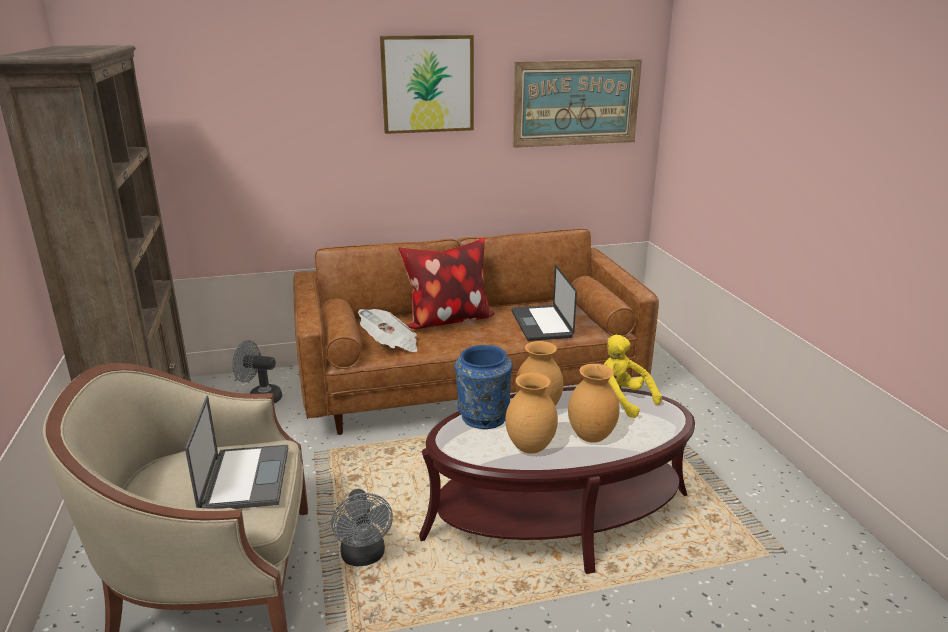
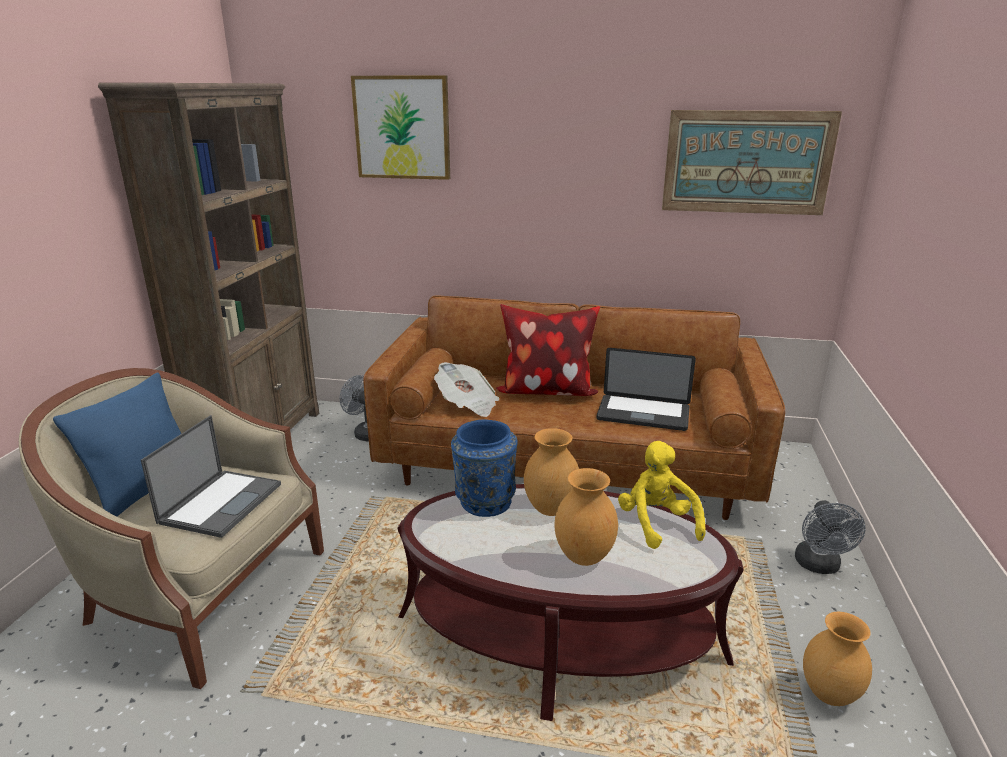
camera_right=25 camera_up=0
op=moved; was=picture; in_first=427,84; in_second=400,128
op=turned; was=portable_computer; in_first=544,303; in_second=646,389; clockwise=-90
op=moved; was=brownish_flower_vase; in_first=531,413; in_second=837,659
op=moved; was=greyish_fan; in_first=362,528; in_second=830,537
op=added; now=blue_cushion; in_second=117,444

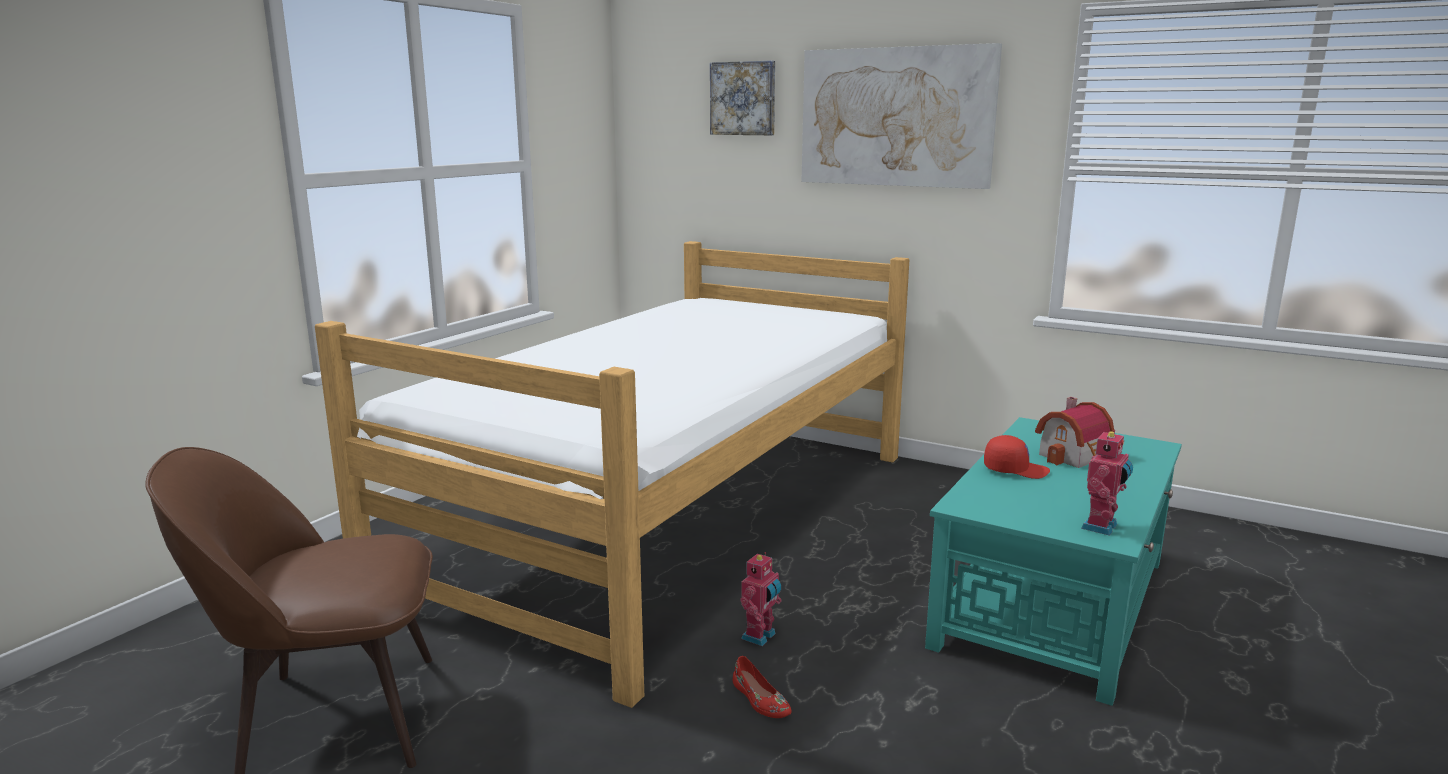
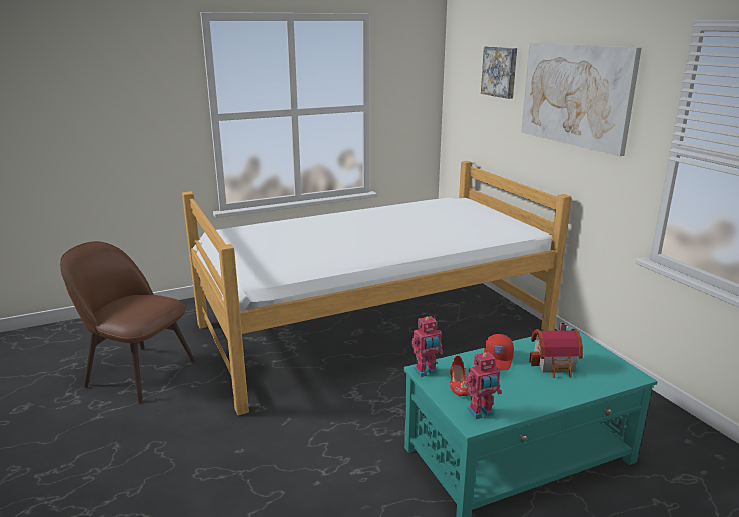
camera_right=35 camera_up=5
op=turned; was=red_peaked_cap; in_first=1017,457; in_second=499,352; clockwise=60
op=moved; was=model_robot; in_first=761,599; in_second=427,346
op=moved; was=red_item_of_footwear; in_first=762,687; in_second=459,376

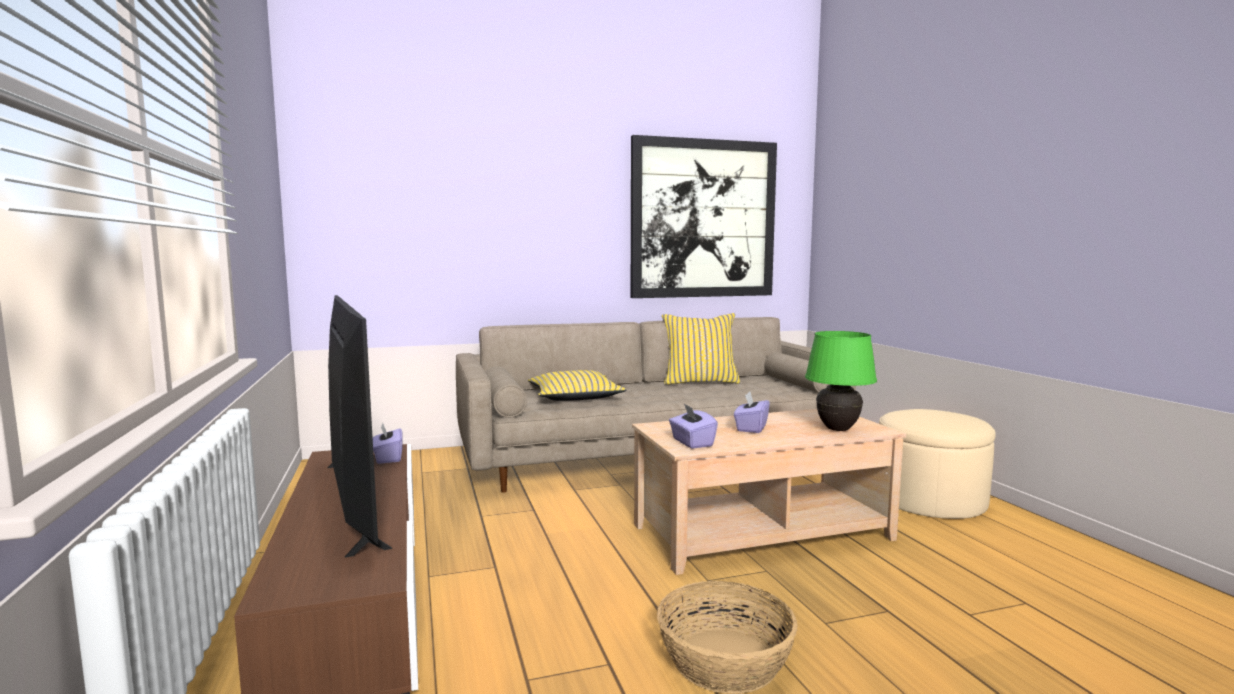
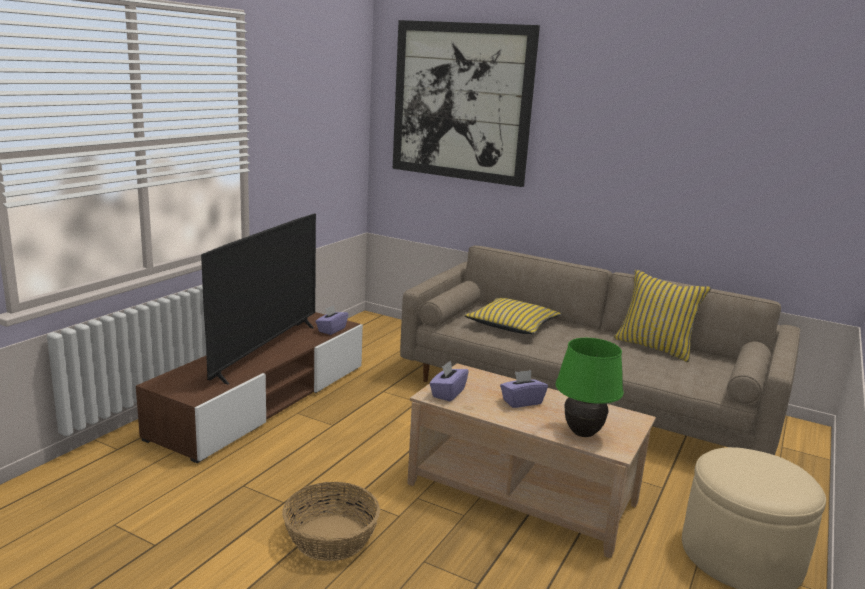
camera_right=45 camera_up=10
op=moved; was=picture; in_first=704,216; in_second=466,103

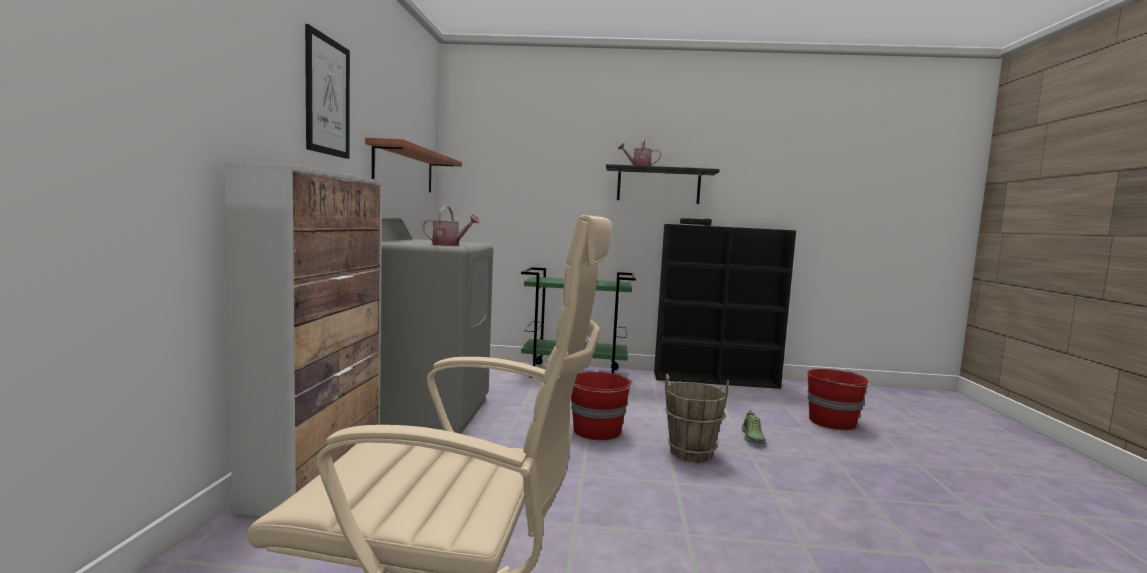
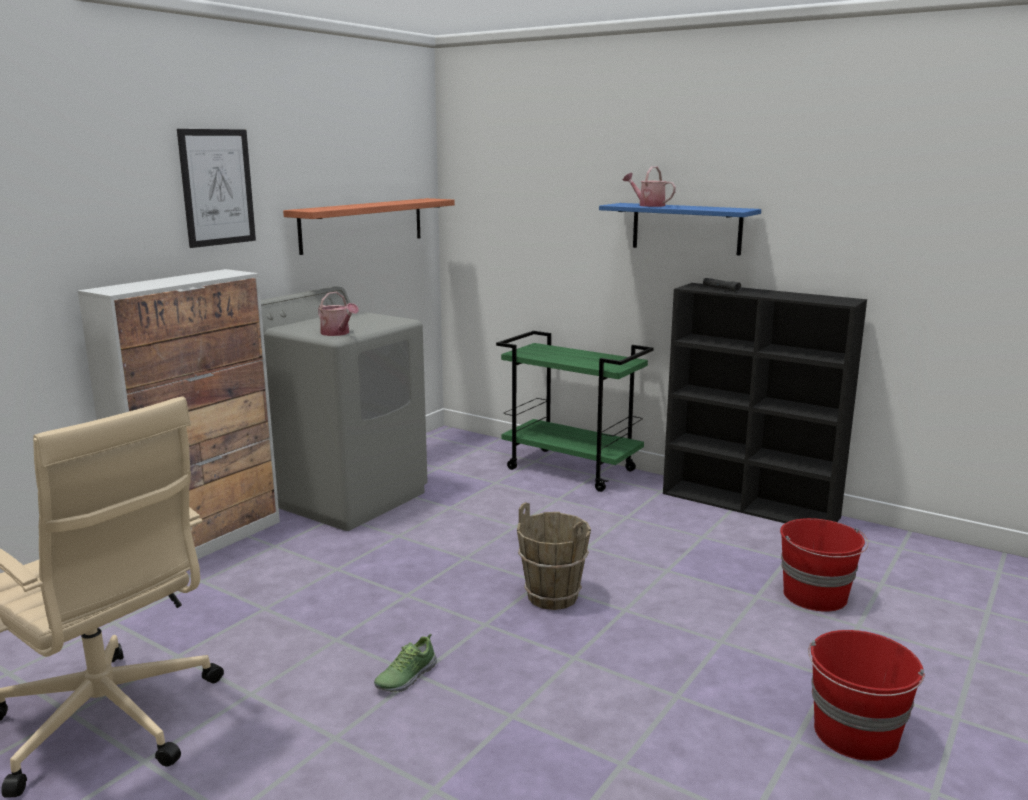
camera_right=30 camera_up=10
op=recoloured; was=black_bracket_shelf; now=blue_bracket_shelf; in_first=663,184; in_second=680,229
op=moved; was=red_bucket; in_first=602,406; in_second=866,695
op=moved; was=item_of_footwear; in_first=753,427; in_second=405,663

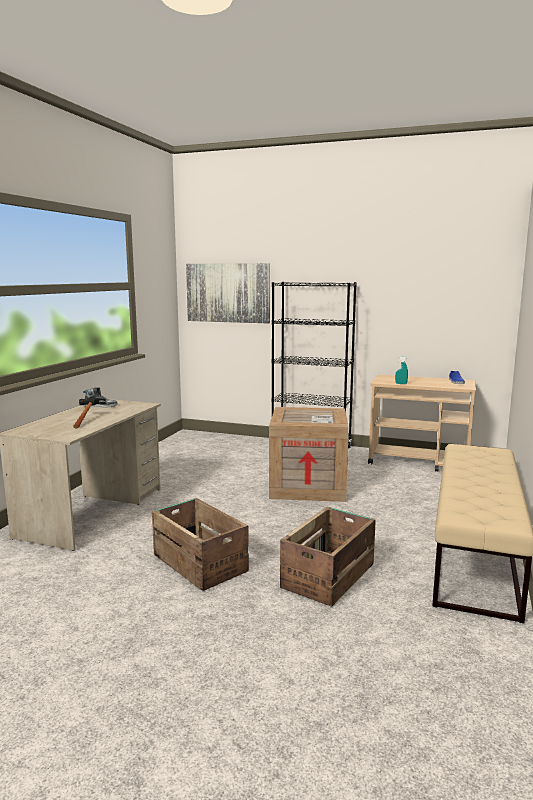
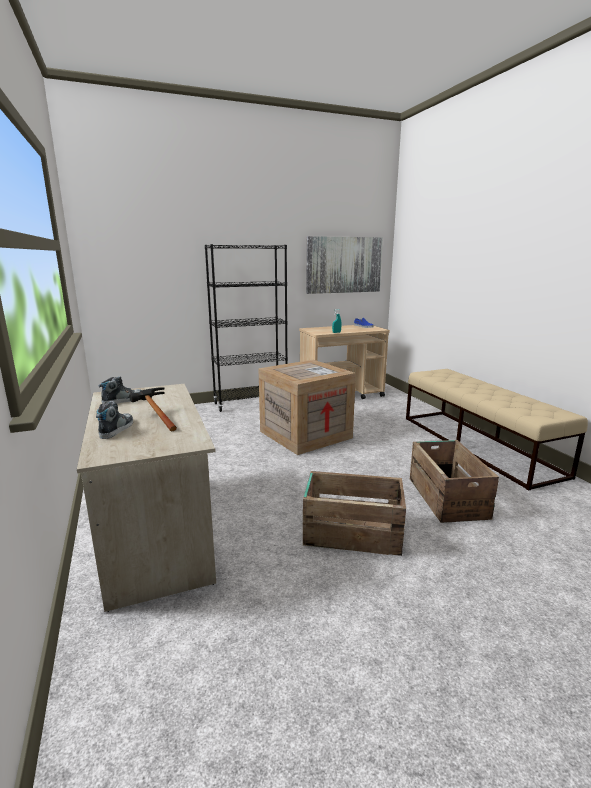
camera_right=-40 camera_up=5
op=moved; was=picture; in_first=228,293; in_second=344,265
op=added; now=item_of_footwear; in_second=114,420

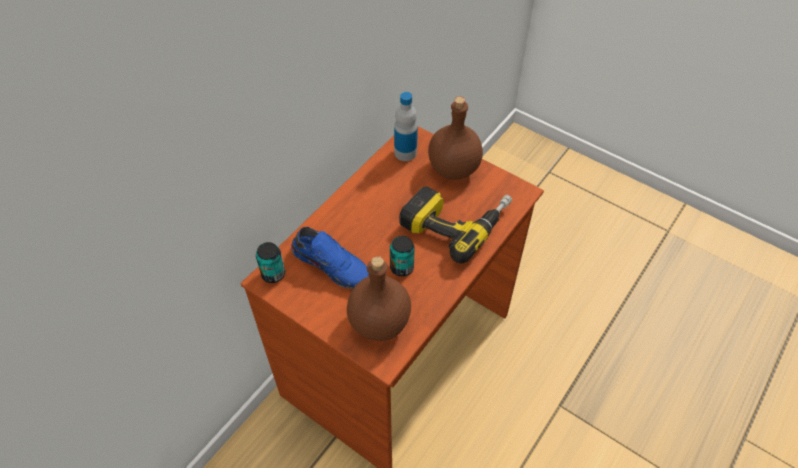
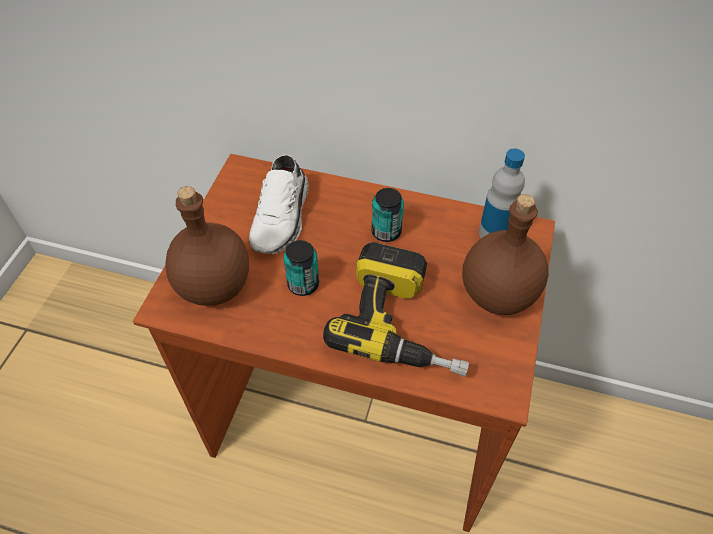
camera_right=70 camera_up=0
op=recoloured; was=blue_item_of_footwear; now=white_item_of_footwear; in_first=330,258; in_second=279,204
op=moved; was=metal_can; in_first=270,262; in_second=388,215

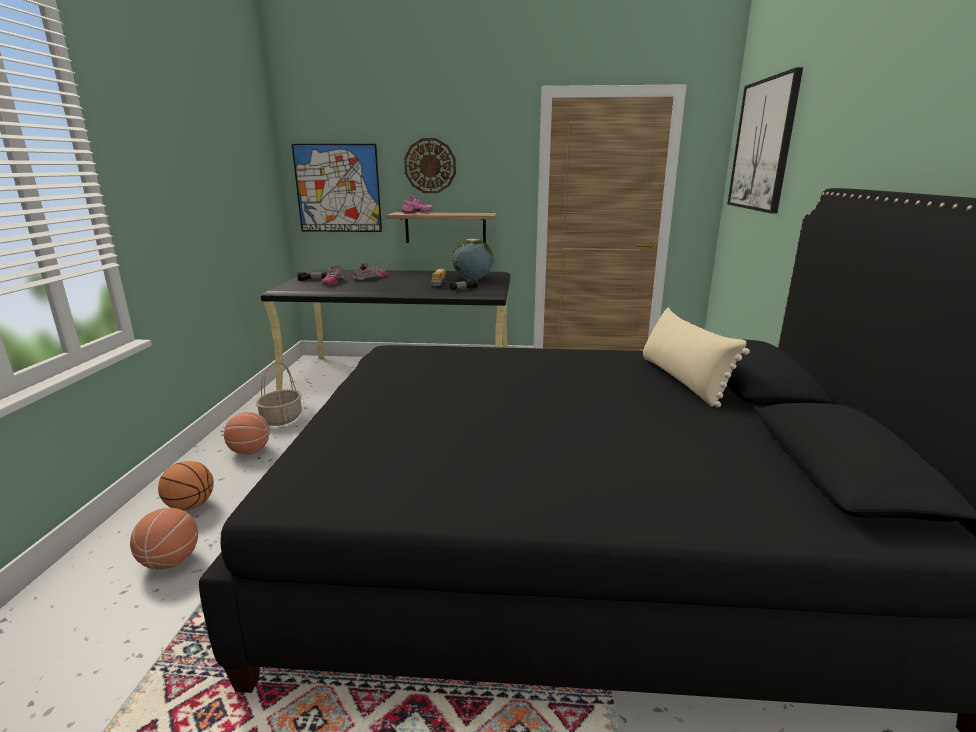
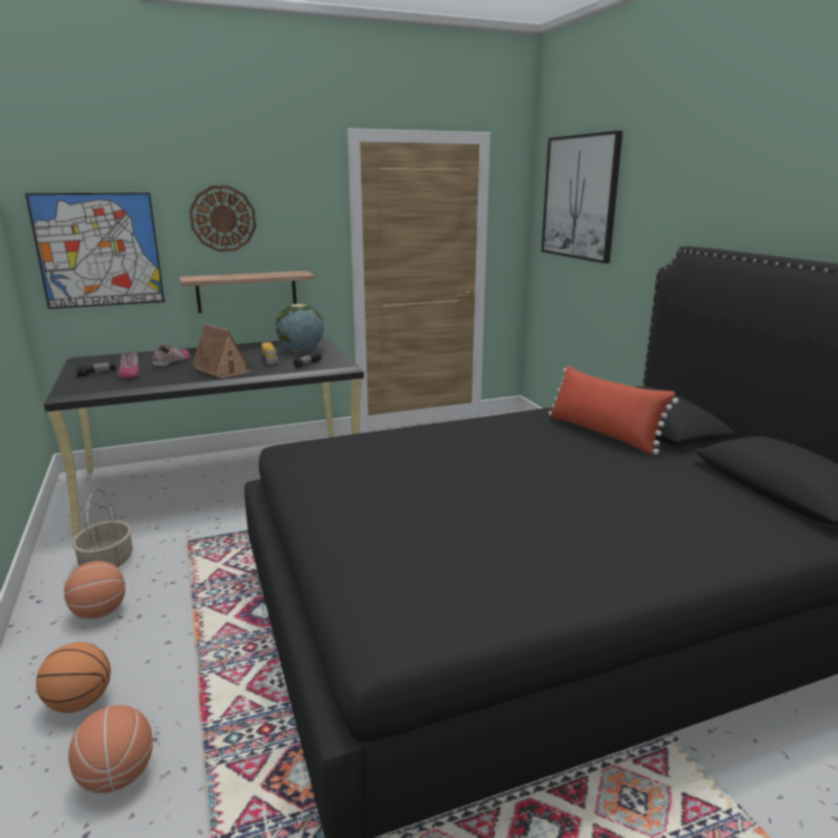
camera_right=-25 camera_up=0
op=removed; was=pinkish_item_of_footwear; in_first=417,205
op=recoloured; was=beige-coloured_cushion; now=red_cushion; in_first=696,357; in_second=613,410
op=added; now=model_house; in_second=221,351

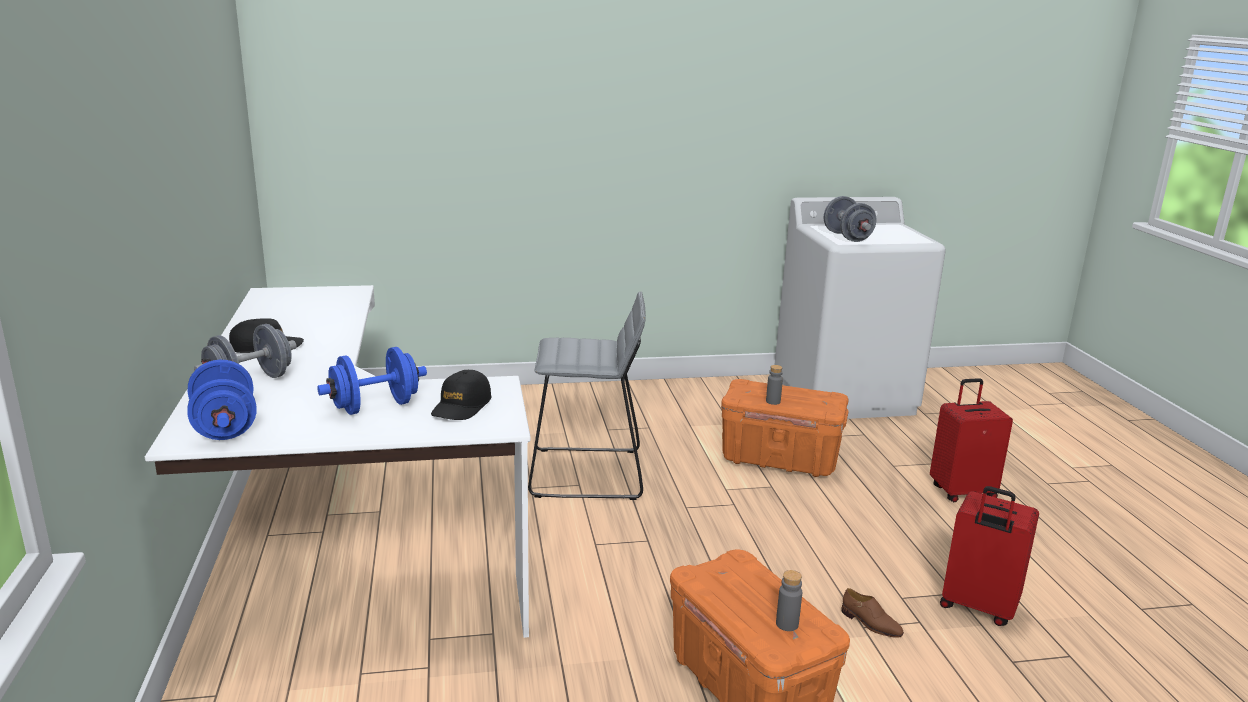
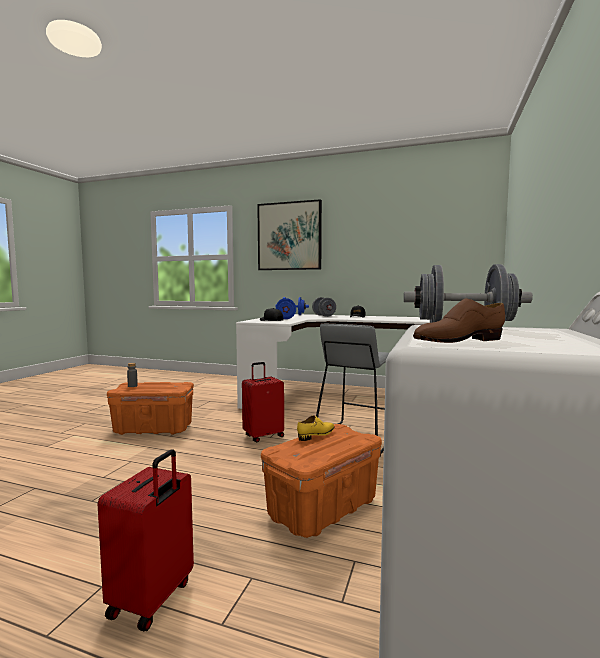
camera_right=120 camera_up=-15
op=replaced; was=greyish_bottle; now=yellowish_item_of_footwear; in_first=774,385; in_second=316,428
op=moved; was=red_travel_case; in_first=989,556; in_second=263,402
op=moved; was=brownish_item_of_footwear; in_first=872,613; in_second=459,321
op=added; now=picture; in_second=289,234

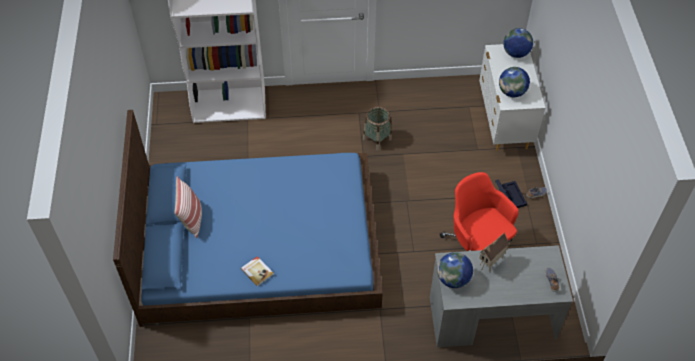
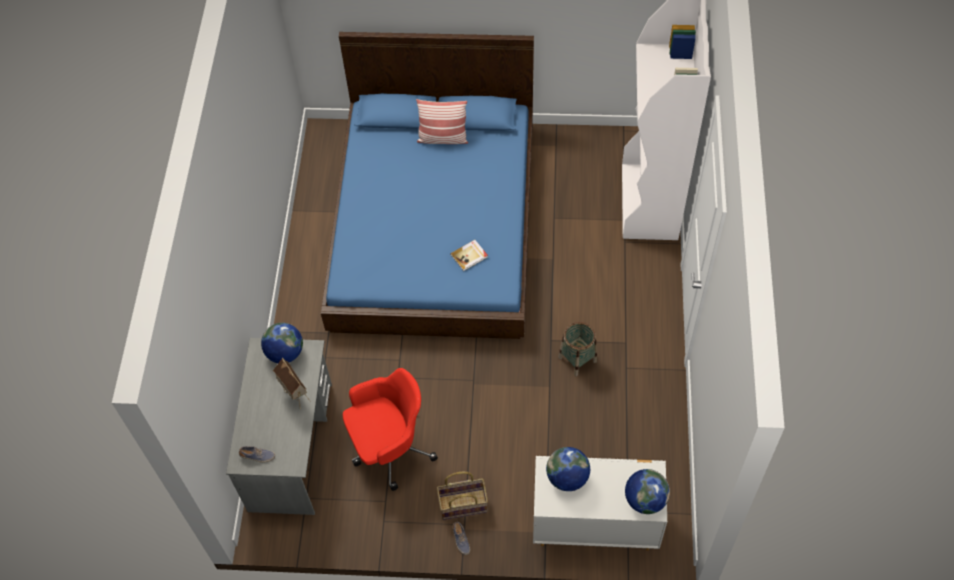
camera_right=100 camera_up=5
op=replaced; was=black_storage_box; now=basket; in_first=511,193; in_second=462,495
op=moved; was=volume; in_first=257,271; in_second=469,255

